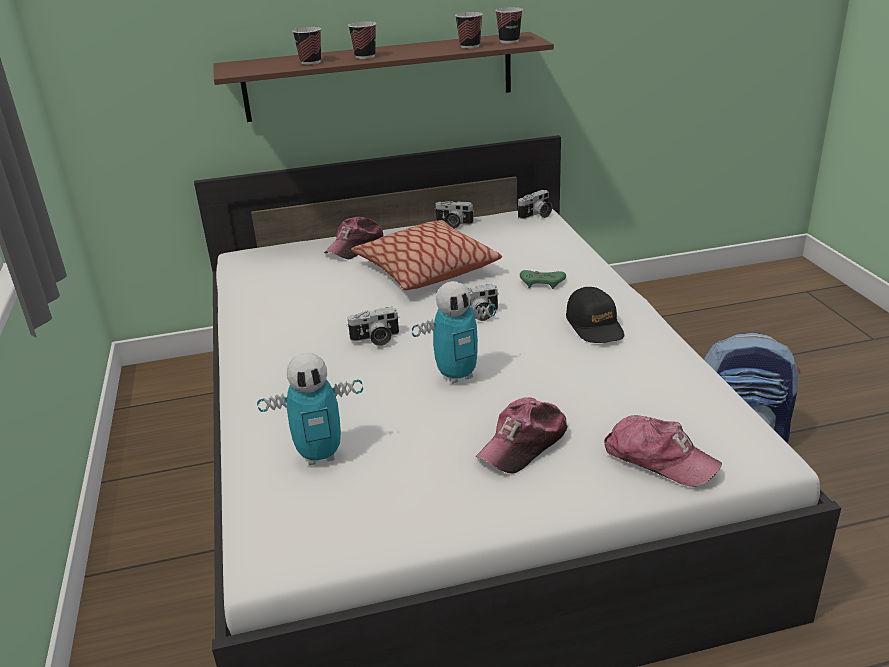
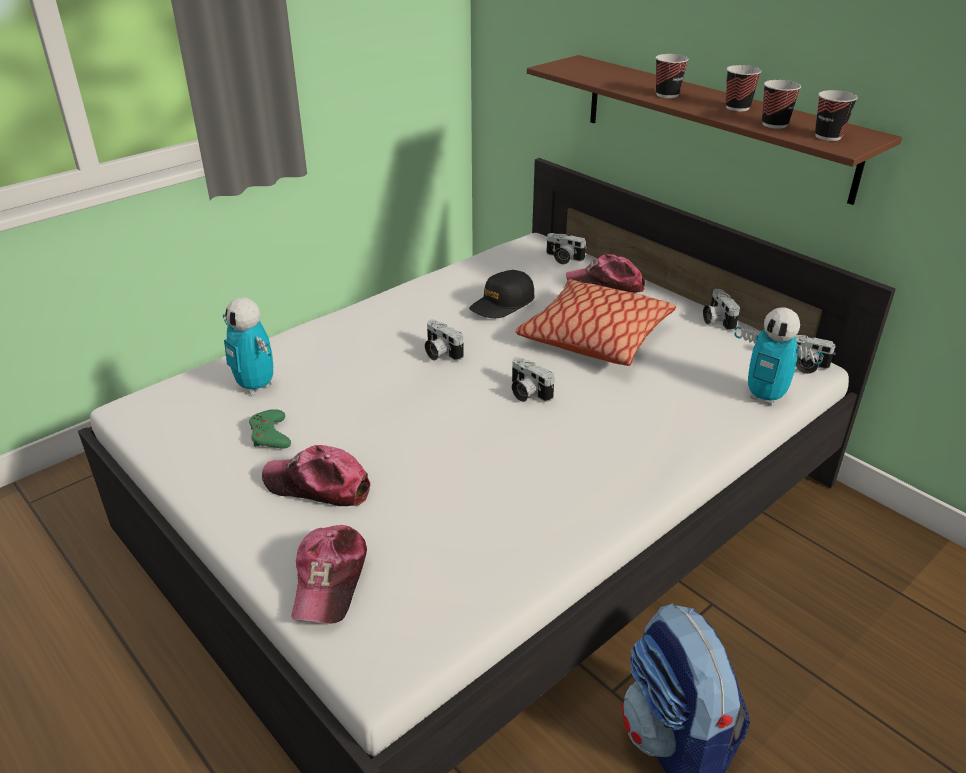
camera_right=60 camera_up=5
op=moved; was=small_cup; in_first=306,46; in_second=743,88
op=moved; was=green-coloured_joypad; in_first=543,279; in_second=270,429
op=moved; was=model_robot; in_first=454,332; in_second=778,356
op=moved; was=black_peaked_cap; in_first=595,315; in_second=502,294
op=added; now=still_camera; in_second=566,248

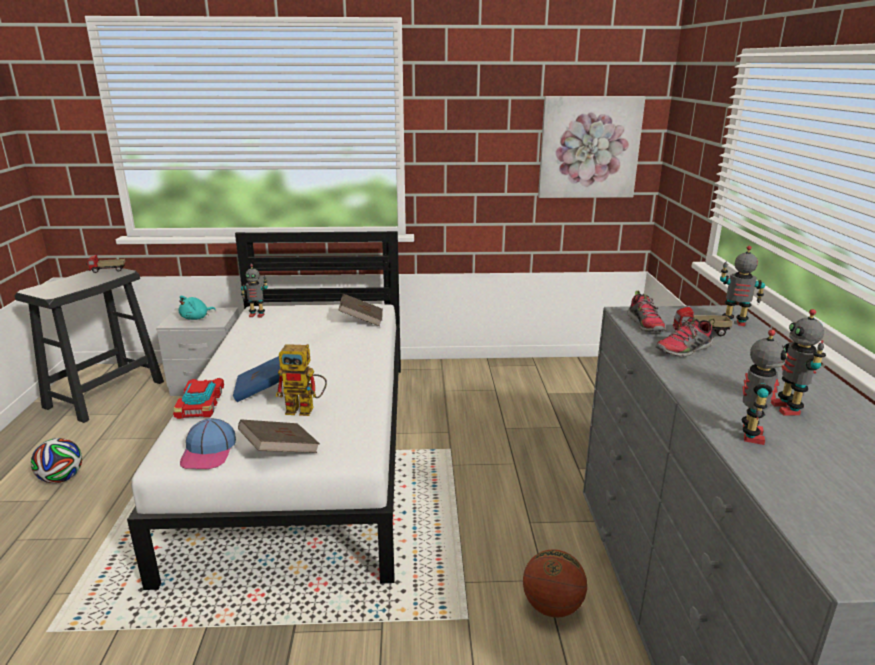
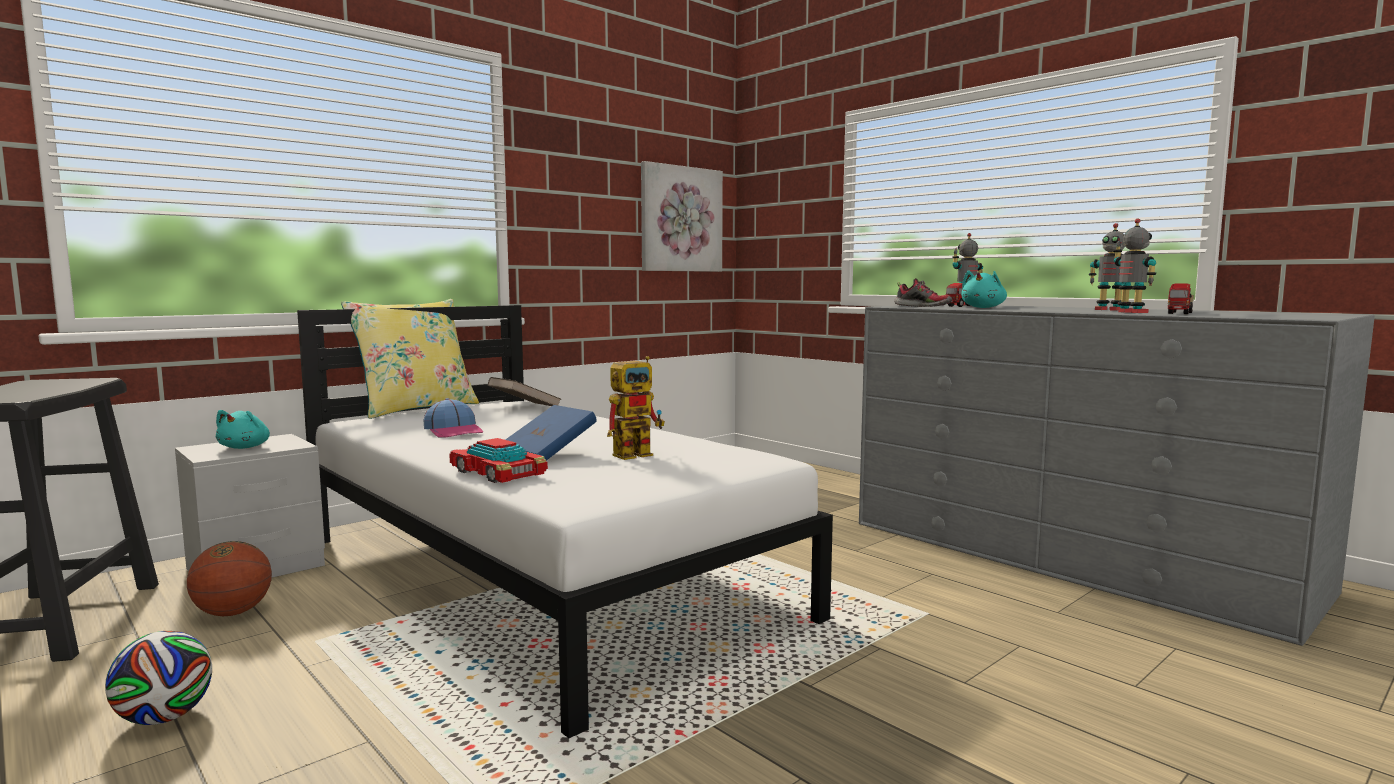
camera_right=-40 camera_up=-15
op=moved; was=toy_lorry; in_first=106,264; in_second=1181,299
op=removed; was=model_robot; in_first=254,291
op=replaced; was=item_of_footwear; now=blue-green_soft_toy; in_first=685,337; in_second=984,289
op=moved; was=peaked_cap; in_first=208,443; in_second=453,418
op=removed; was=brownish_volume; in_first=279,436
op=moved; was=basketball_ball; in_first=555,583; in_second=229,578
op=added; now=yellowish_cushion; in_second=410,359

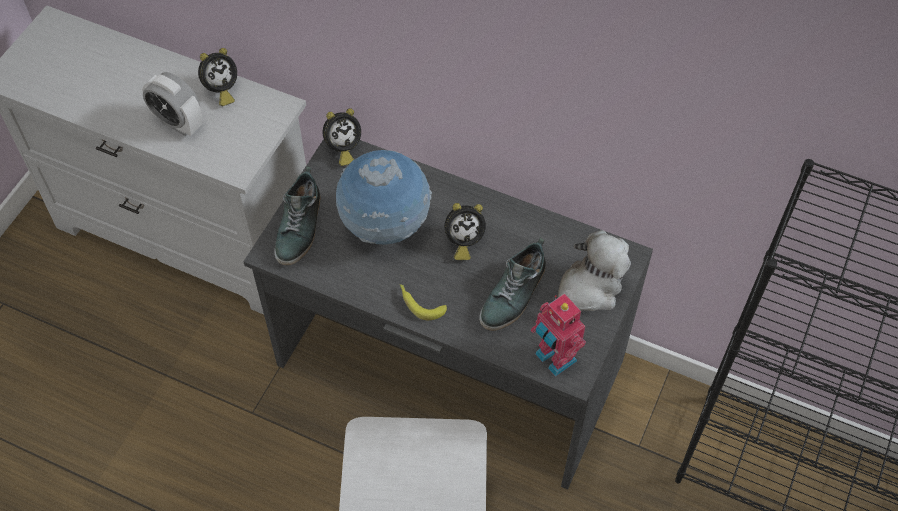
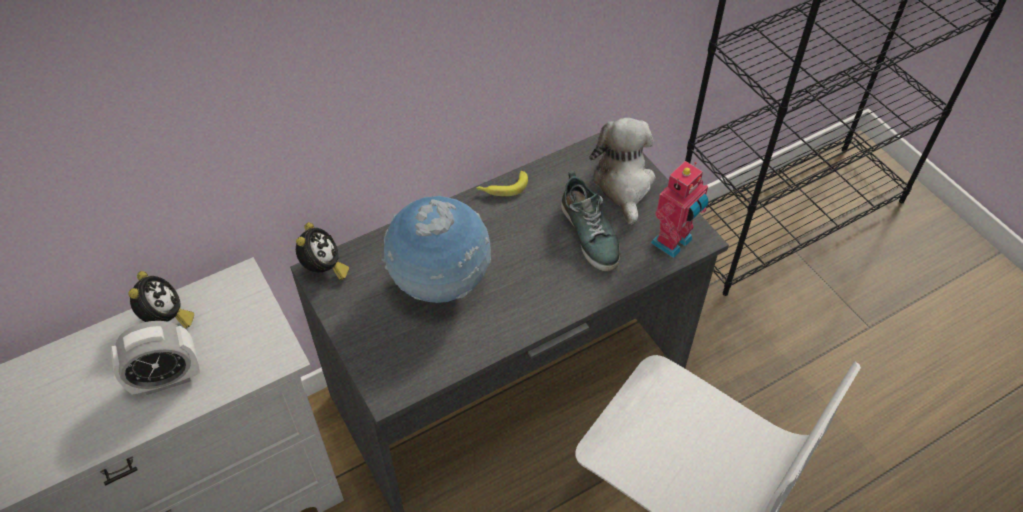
camera_right=-55 camera_up=-5
op=removed; was=item_of_footwear; in_first=297,216
op=removed; was=table_clock; in_first=465,231
op=moved; was=whole_banana; in_first=423,302; in_second=502,183
op=turned; was=model_robot; in_first=558,335; in_second=680,209; clockwise=-45

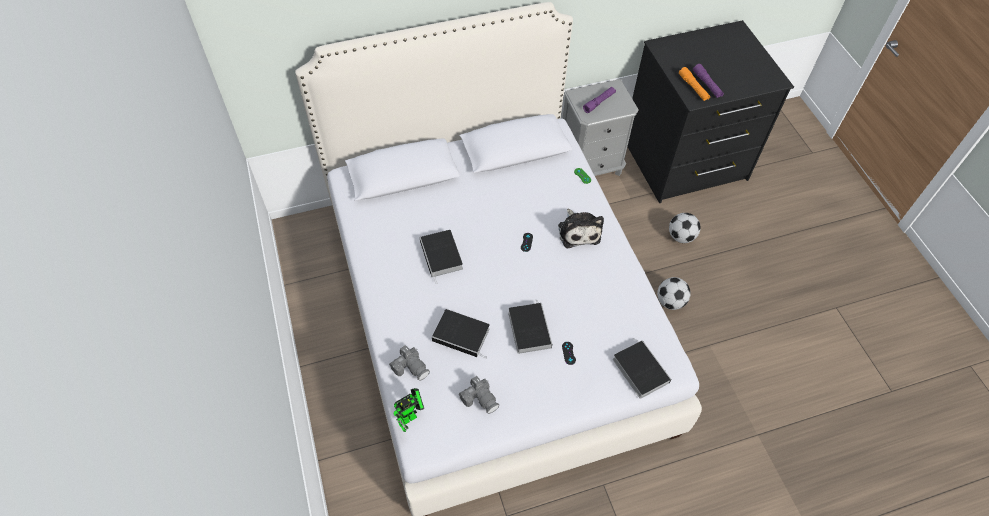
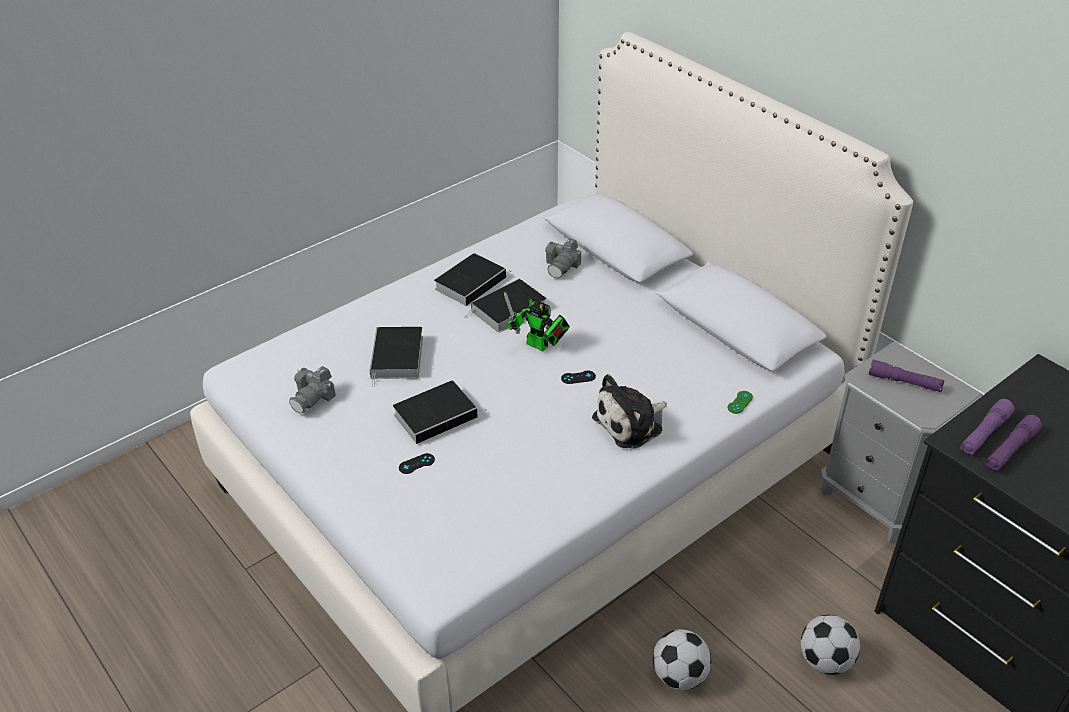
camera_right=70 camera_up=-15
op=recoloured; was=orange_flashlight; now=purple_flashlight; in_first=694,84; in_second=987,427
op=moved; was=volume; in_first=642,368; in_second=472,279
op=moved; was=still_camera; in_first=409,363; in_second=563,258
op=moved; was=model_robot; in_first=409,410; in_second=537,321

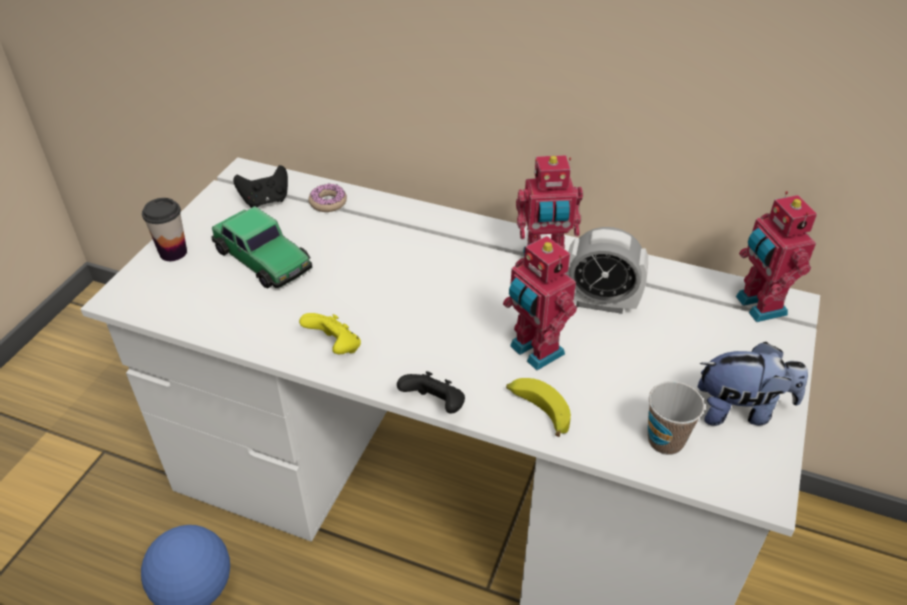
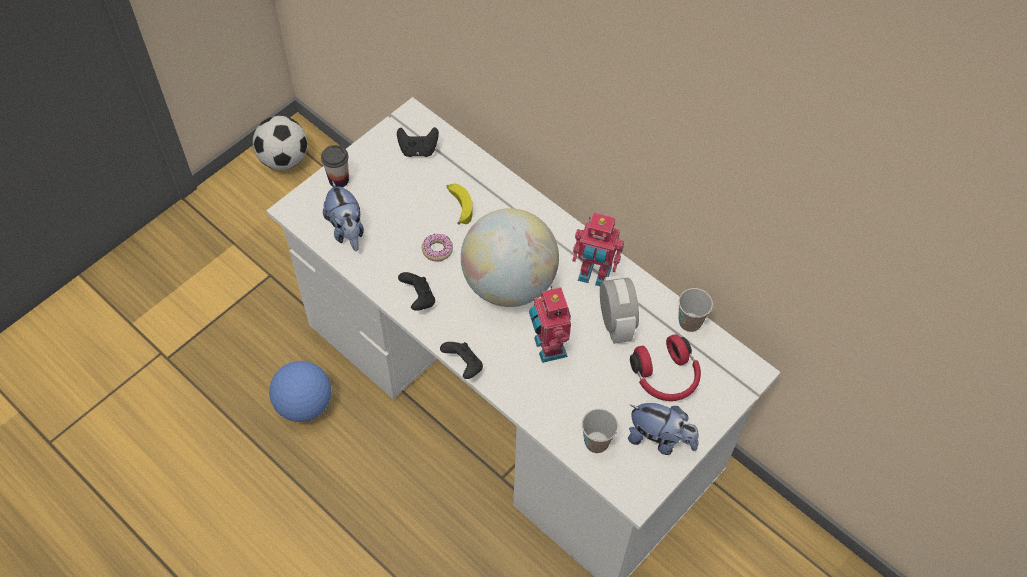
camera_right=20 camera_up=15
op=moved; was=donut; in_first=328,197; in_second=437,247
op=removed; was=model_robot; in_first=776,256
op=removed; was=miniature_car; in_first=262,247
op=turned; was=table_clock; in_first=607,270; in_second=619,309; clockwise=-135
op=recoloured; was=yellowish_joypad; now=black_joypad; in_first=330,333; in_second=416,291
op=moved; was=whole_banana; in_first=538,407; in_second=460,204
op=added; now=ball_for_football; in_second=280,143
op=added; now=soft_toy; in_second=343,215
op=added; now=desk_globe; in_second=510,257
op=added; now=small_cup; in_second=695,310
op=added; now=red_headset; in_second=665,367

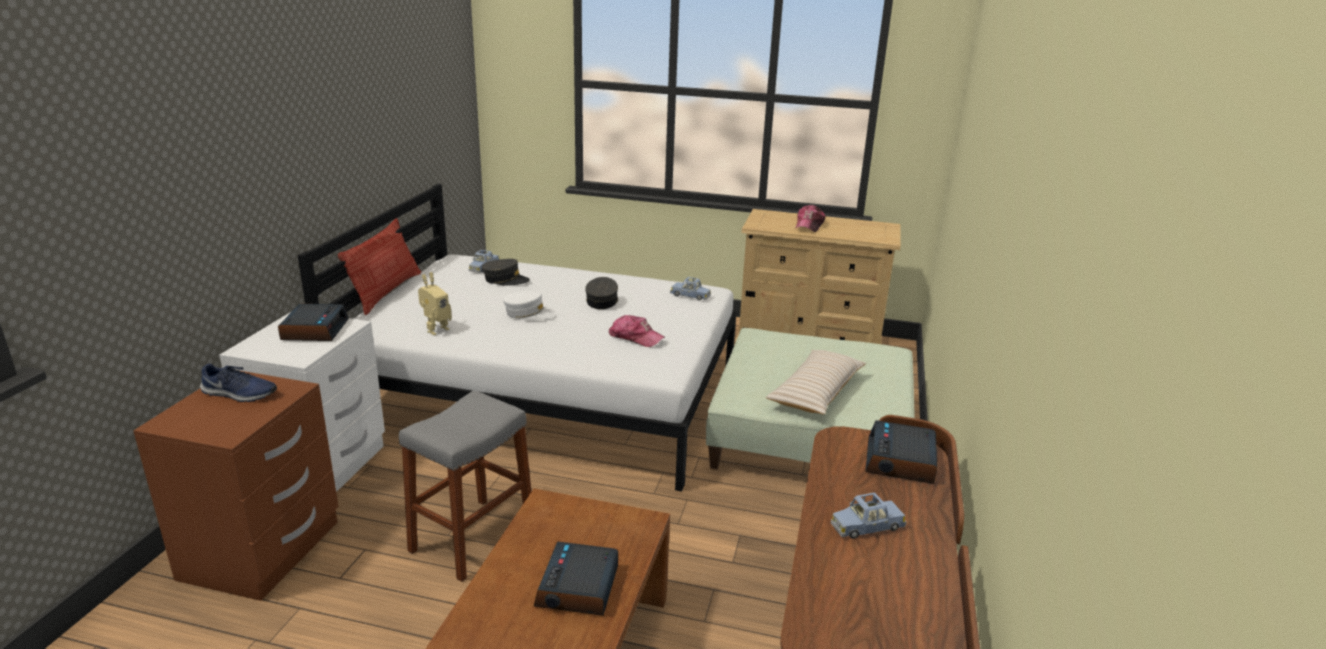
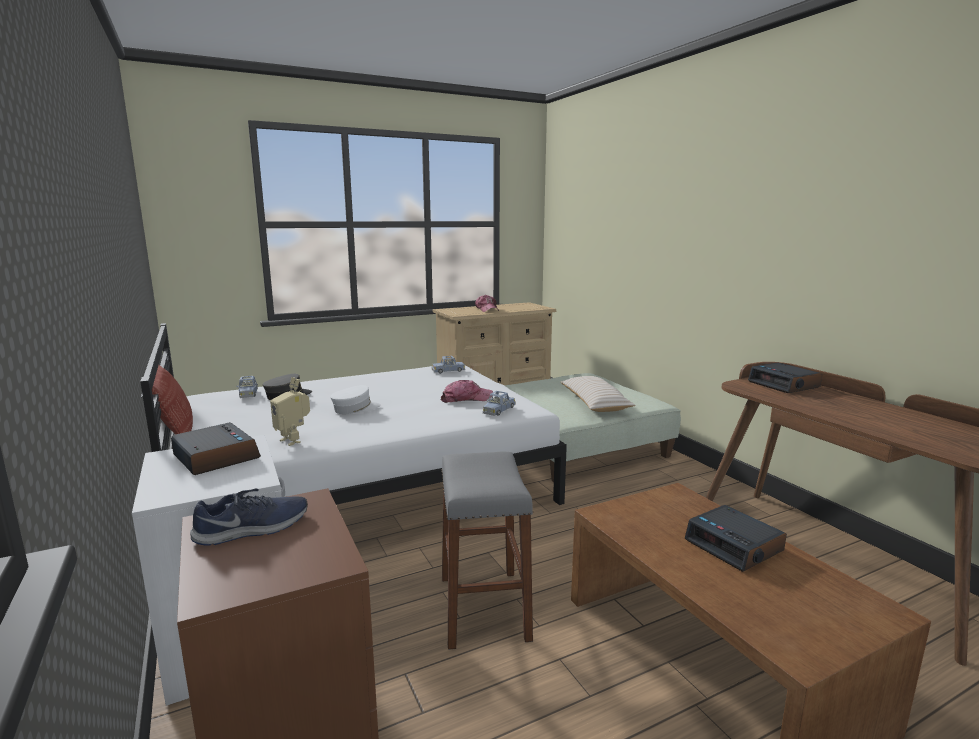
camera_right=-40 camera_up=-10
op=turned; was=model_robot; in_first=435,303; in_second=290,411; clockwise=135
op=removed; was=greyish_peaked_cap; in_first=601,293
op=moved; was=blue_miniature_car; in_first=869,516; in_second=499,403

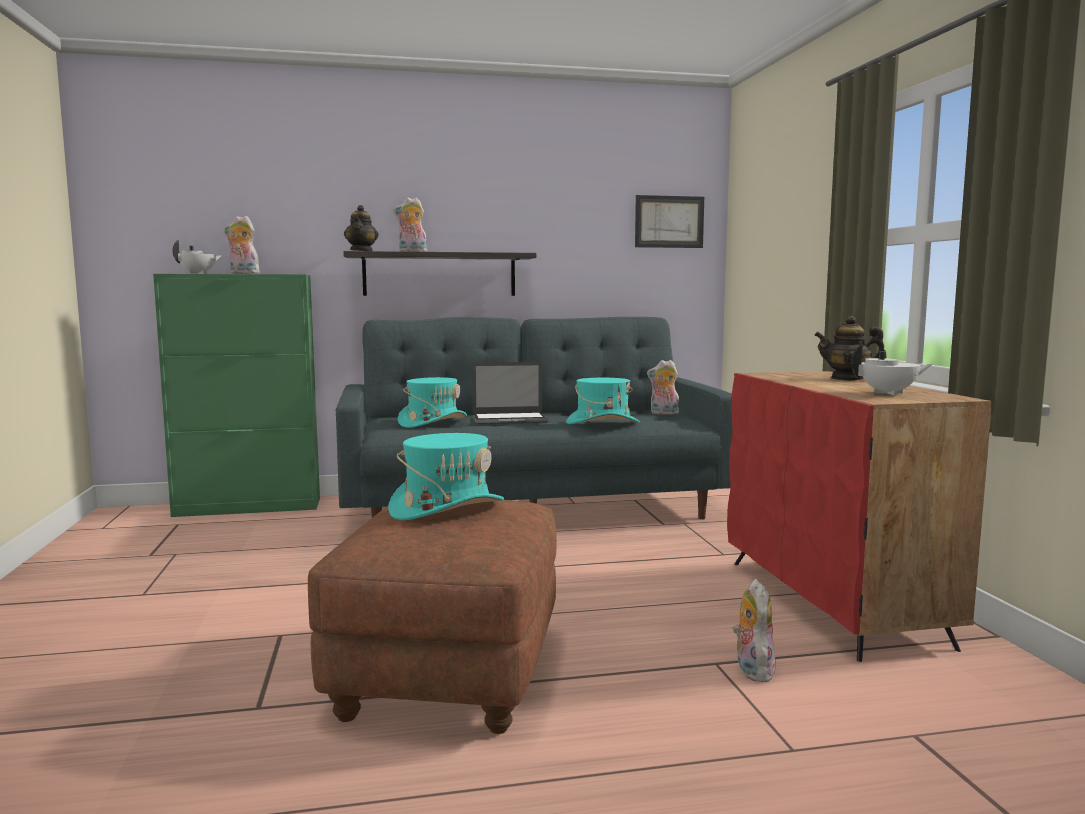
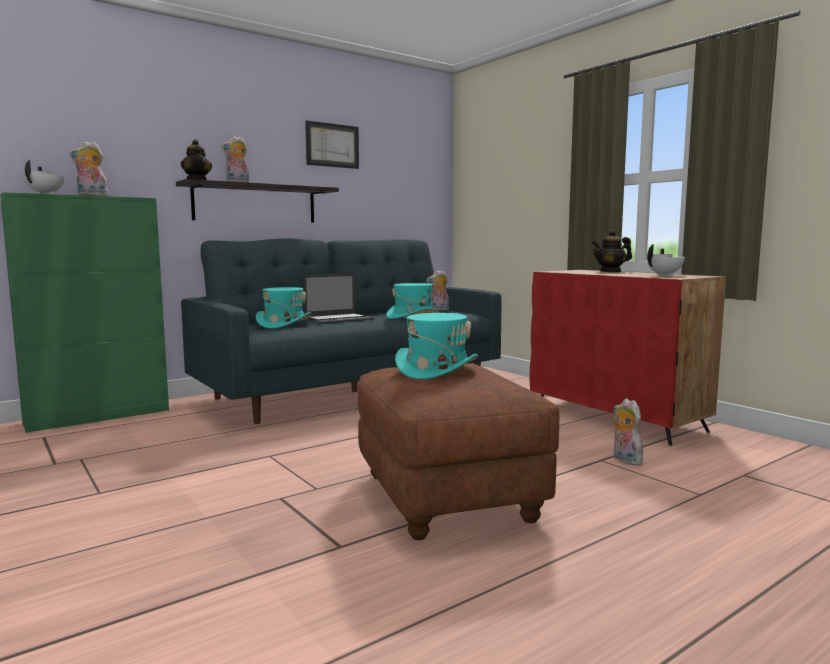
camera_right=-25 camera_up=0
op=moved; was=picture; in_first=669,221; in_second=332,144

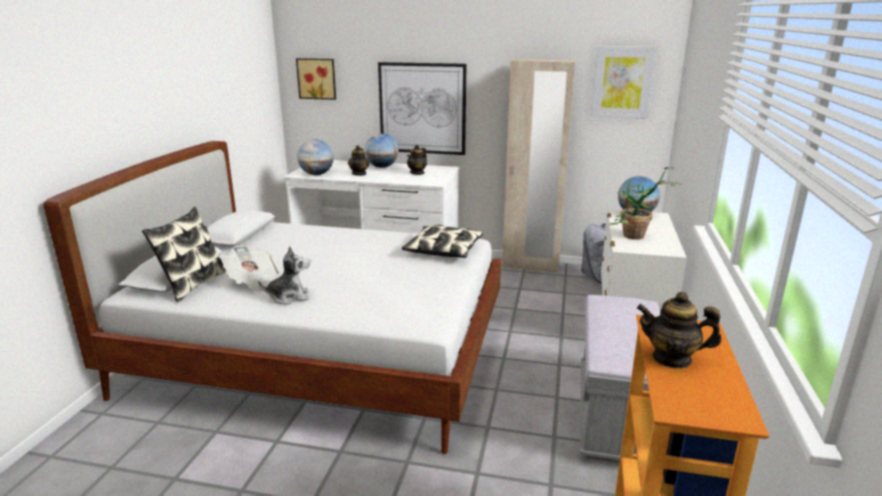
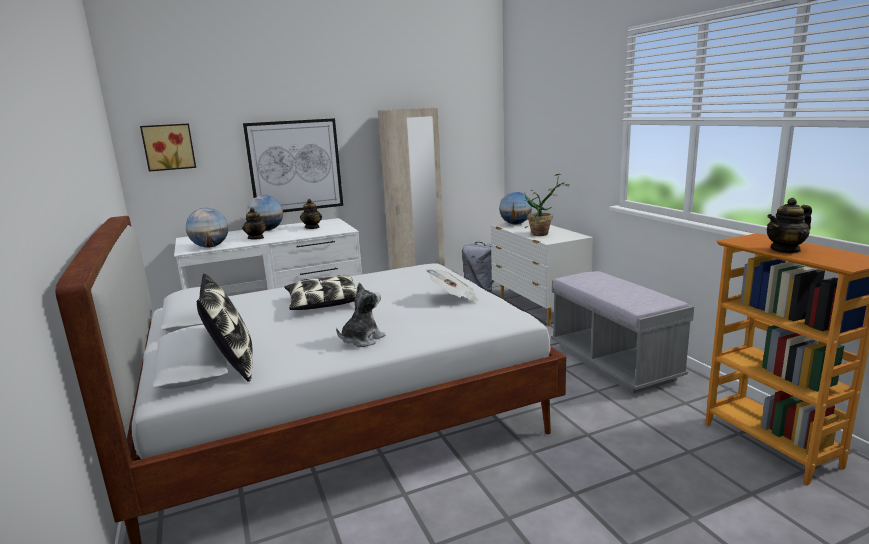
camera_right=-35 camera_up=-5
op=removed; was=picture; in_first=624,82
op=moved; was=cushion; in_first=442,241; in_second=321,292
op=moved; was=newspaper; in_first=251,269; in_second=452,285

